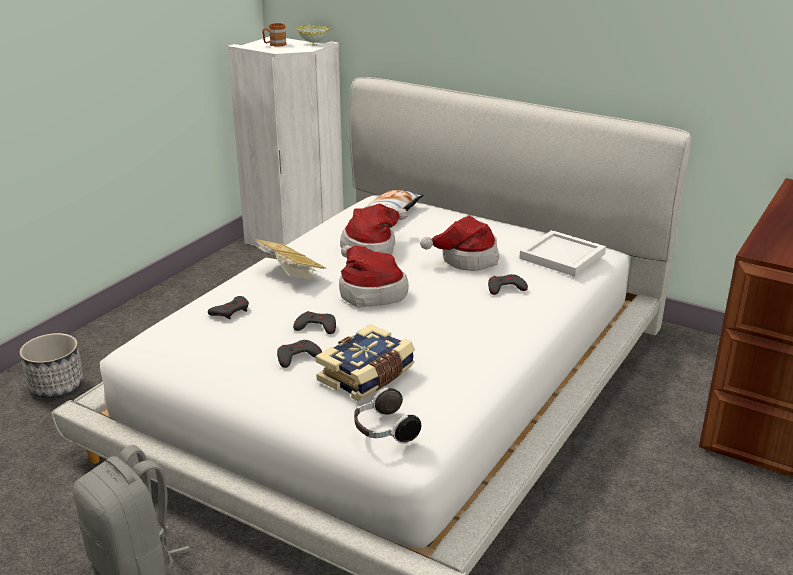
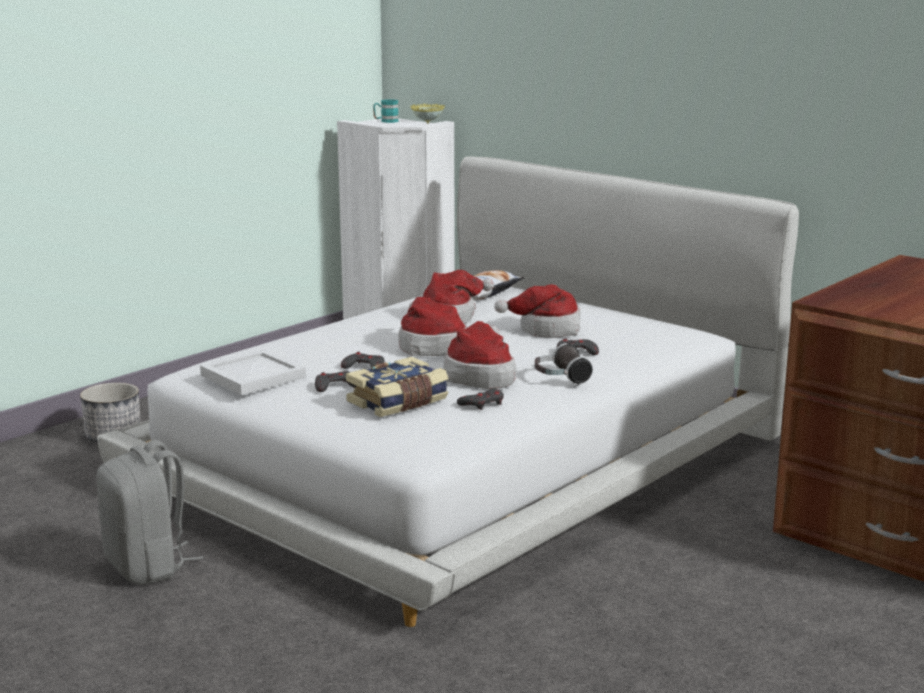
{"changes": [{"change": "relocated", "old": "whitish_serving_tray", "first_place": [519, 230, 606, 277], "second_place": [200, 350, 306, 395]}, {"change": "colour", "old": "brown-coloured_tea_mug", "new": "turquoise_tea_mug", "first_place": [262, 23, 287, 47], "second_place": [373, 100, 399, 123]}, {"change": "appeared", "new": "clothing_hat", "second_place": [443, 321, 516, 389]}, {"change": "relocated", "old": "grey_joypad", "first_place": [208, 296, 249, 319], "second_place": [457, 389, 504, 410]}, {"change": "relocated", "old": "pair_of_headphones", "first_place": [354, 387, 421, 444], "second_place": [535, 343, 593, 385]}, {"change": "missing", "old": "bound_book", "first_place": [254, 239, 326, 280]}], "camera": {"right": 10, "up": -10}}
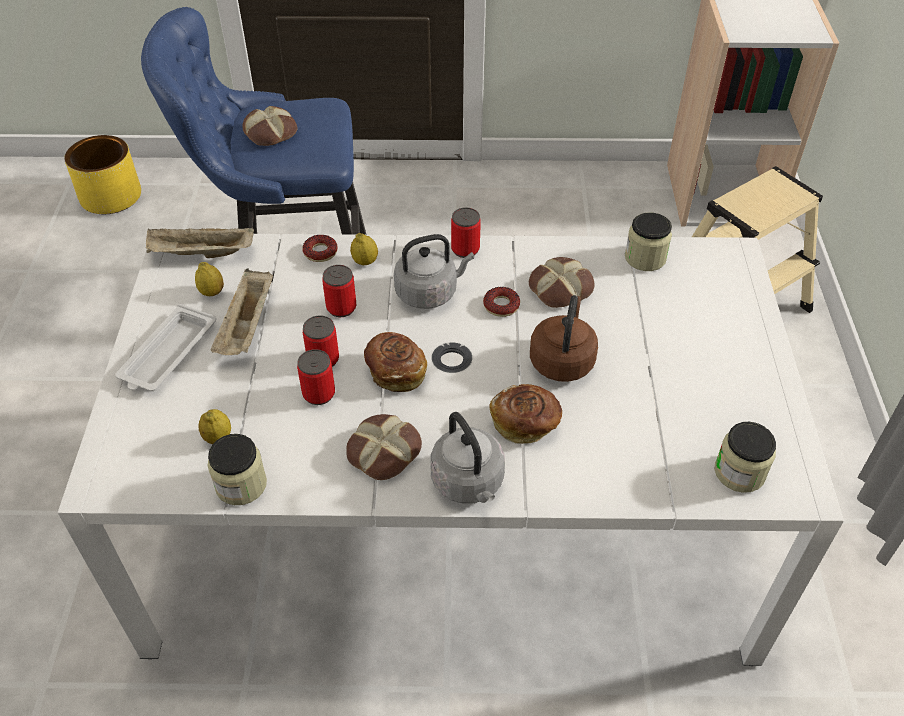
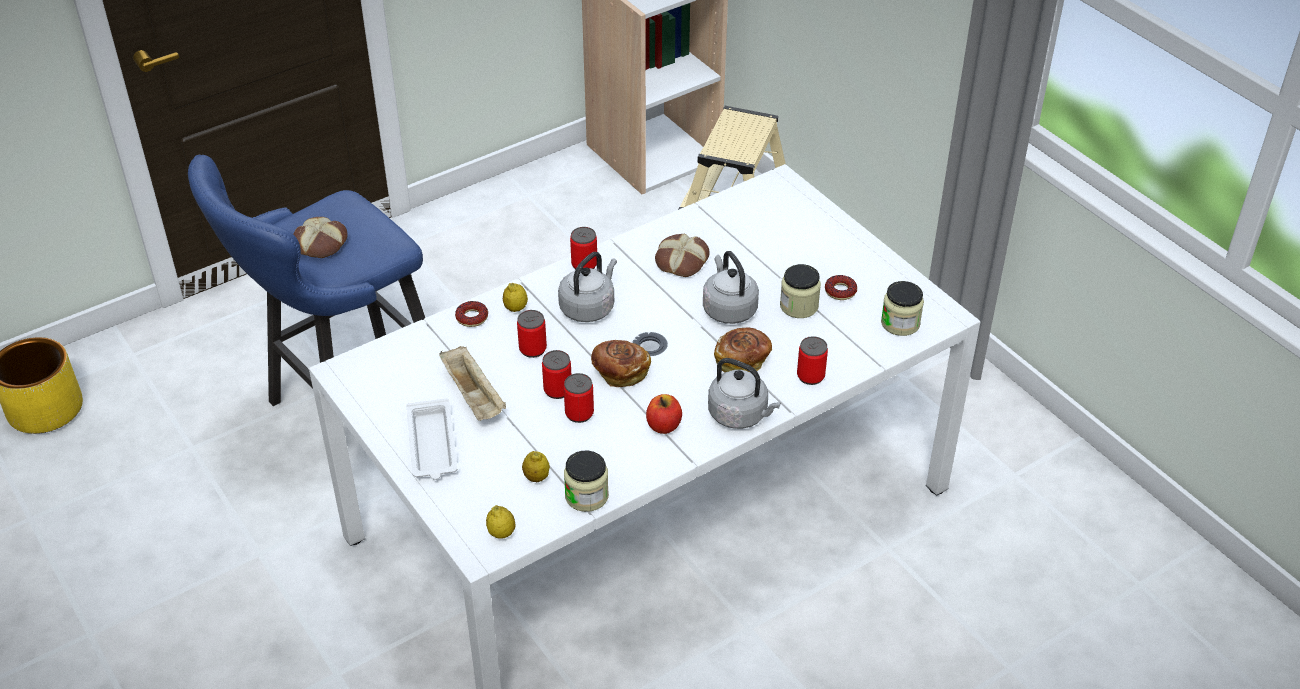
{"changes": [{"change": "relocated", "old": "whole_lemon", "first_place": [195, 262, 224, 296], "second_place": [486, 505, 516, 538]}, {"change": "exchanged", "old": "bakery_bread", "new": "apple_fruit", "first_place": [346, 414, 422, 480], "second_place": [646, 394, 682, 434]}, {"change": "colour", "old": "brown-coloured_kettle", "new": "grey_kettle", "first_place": [530, 295, 598, 382], "second_place": [703, 251, 759, 324]}, {"change": "relocated", "old": "preserve_jar", "first_place": [625, 213, 672, 271], "second_place": [780, 264, 821, 318]}, {"change": "appeared", "new": "can", "second_place": [797, 336, 828, 385]}, {"change": "relocated", "old": "donut", "first_place": [483, 287, 520, 317], "second_place": [825, 275, 857, 300]}, {"change": "missing", "old": "beige-coloured_serving_tray", "first_place": [146, 227, 254, 258]}], "camera": {"right": -35, "up": -5}}
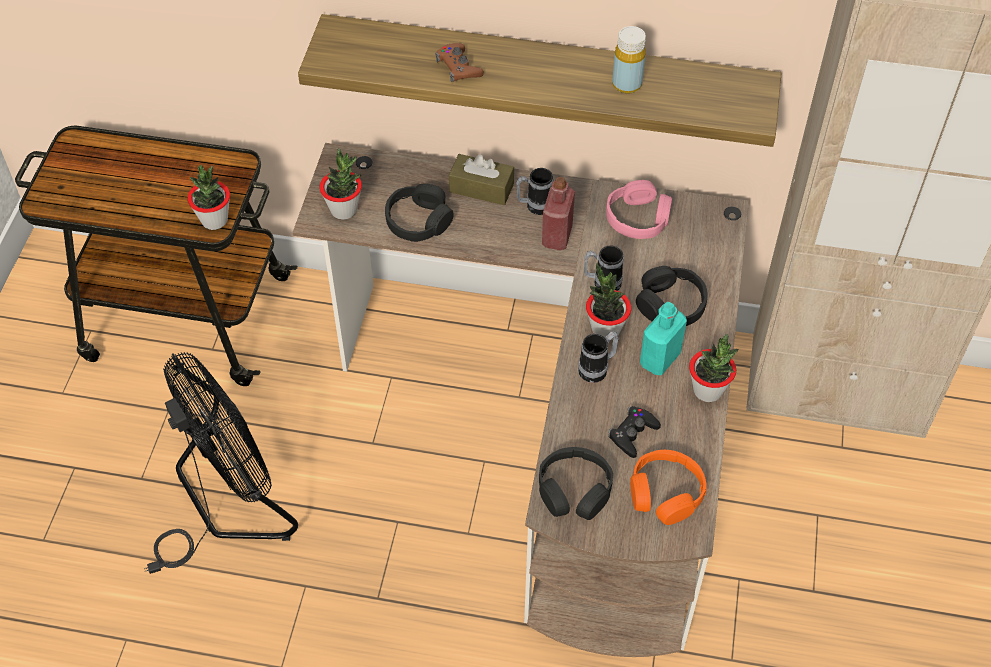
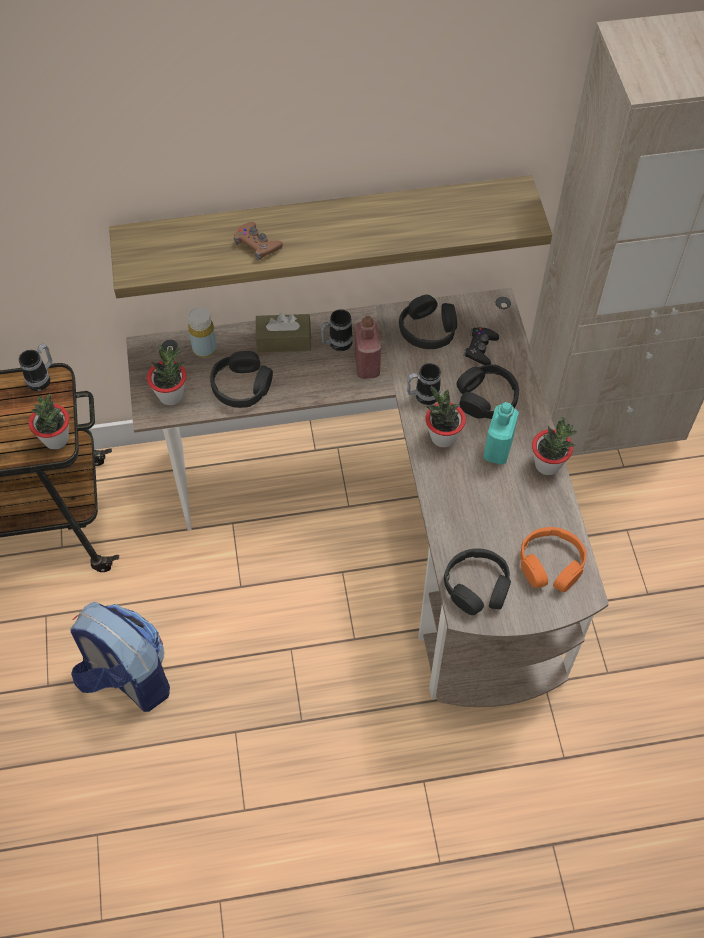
{"changes": [{"change": "relocated", "old": "tea_mug", "first_place": [578, 331, 619, 383], "second_place": [19, 344, 52, 391]}, {"change": "exchanged", "old": "black-coloured_electric_fan", "new": "knapsack", "first_place": [144, 352, 298, 574], "second_place": [70, 602, 170, 712]}, {"change": "relocated", "old": "yellow_bottle", "first_place": [612, 26, 646, 94], "second_place": [188, 307, 217, 357]}, {"change": "colour", "old": "pink_pair_of_headphones", "new": "black-coloured_pair_of_headphones", "first_place": [606, 180, 672, 239], "second_place": [399, 295, 457, 349]}, {"change": "relocated", "old": "black-coloured_joypad", "first_place": [608, 406, 661, 458], "second_place": [464, 327, 499, 365]}], "camera": {"right": -20, "up": 5}}
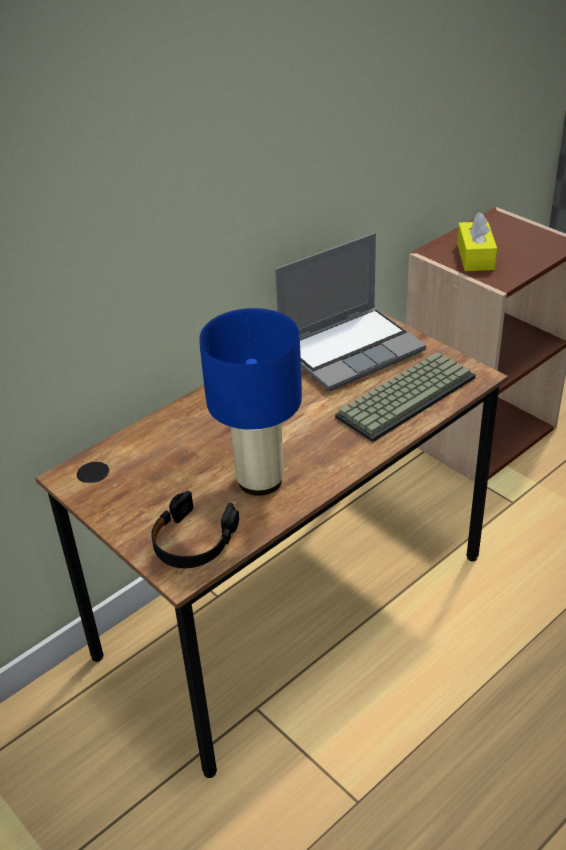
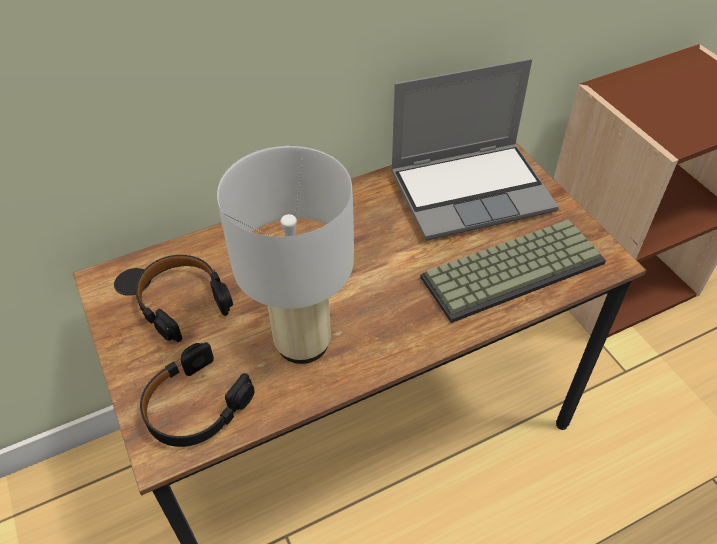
{"changes": [{"change": "appeared", "new": "black-coloured_pair_of_headphones", "second_place": [135, 255, 233, 342]}, {"change": "colour", "old": "bluish_tabletop_lamp", "new": "whitish_tabletop_lamp", "first_place": [199, 308, 302, 496], "second_place": [217, 145, 354, 364]}, {"change": "missing", "old": "yellow_tissue_holder", "first_place": [457, 212, 497, 271]}], "camera": {"right": 15, "up": 10}}
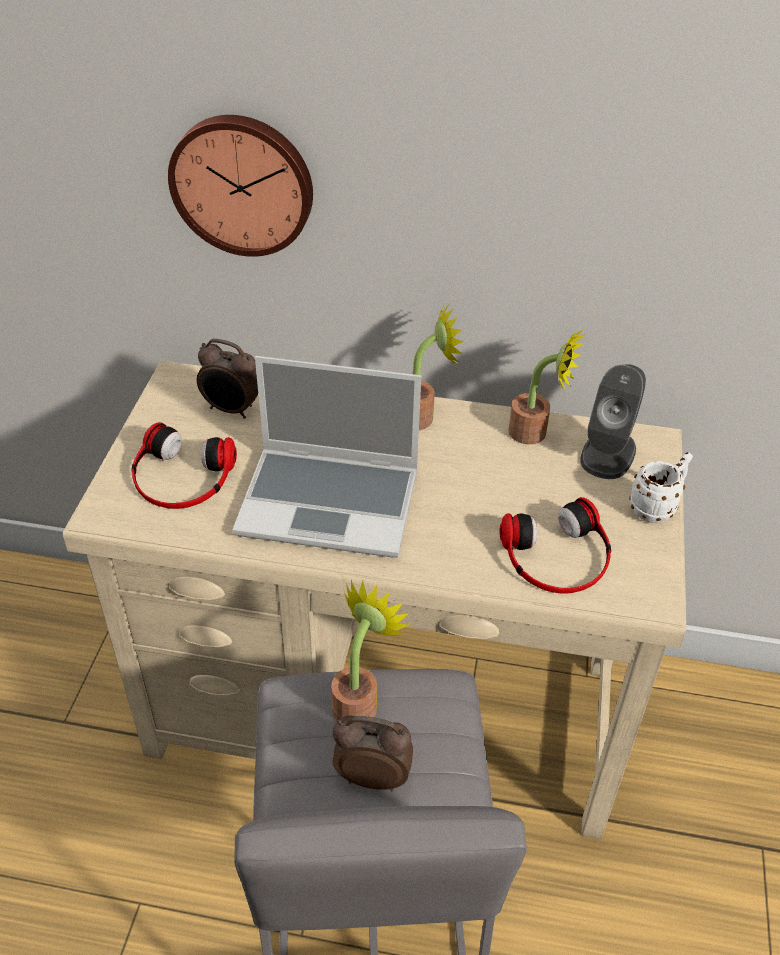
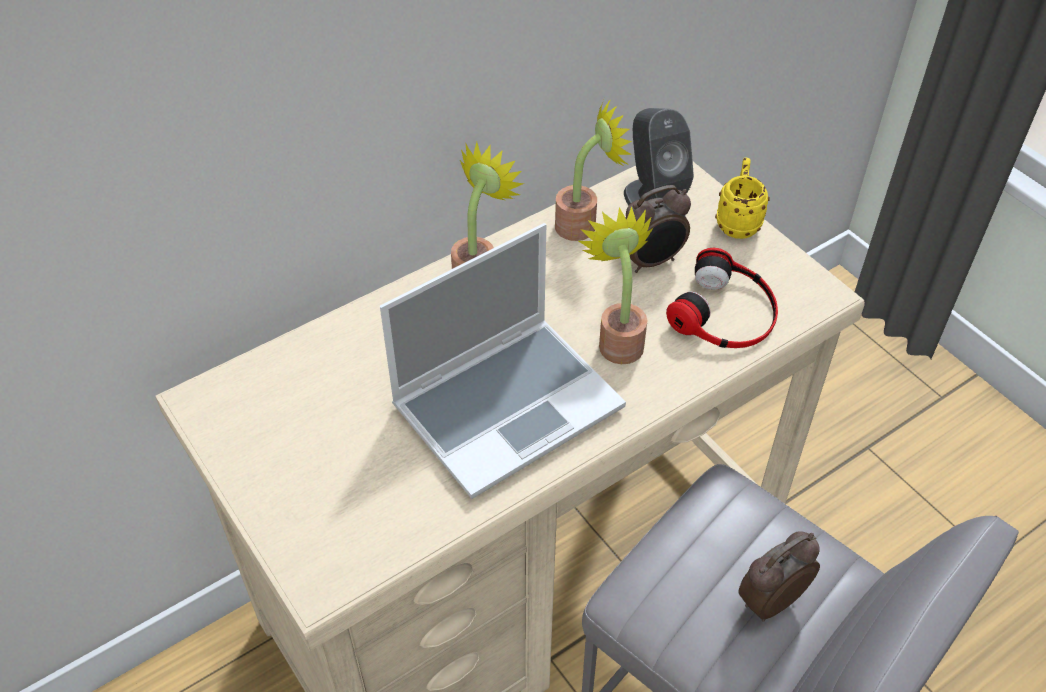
{"changes": [{"change": "relocated", "old": "potted_plant", "first_place": [331, 580, 409, 721], "second_place": [577, 206, 654, 364]}, {"change": "relocated", "old": "bedside_clock", "first_place": [197, 339, 258, 419], "second_place": [625, 185, 691, 273]}, {"change": "colour", "old": "whitish_tea_mug", "new": "yellow_tea_mug", "first_place": [629, 452, 693, 523], "second_place": [715, 157, 769, 239]}, {"change": "missing", "old": "pair_of_headphones", "first_place": [131, 422, 237, 509]}, {"change": "missing", "old": "hanging_clock", "first_place": [168, 115, 313, 257]}], "camera": {"right": -45, "up": 5}}
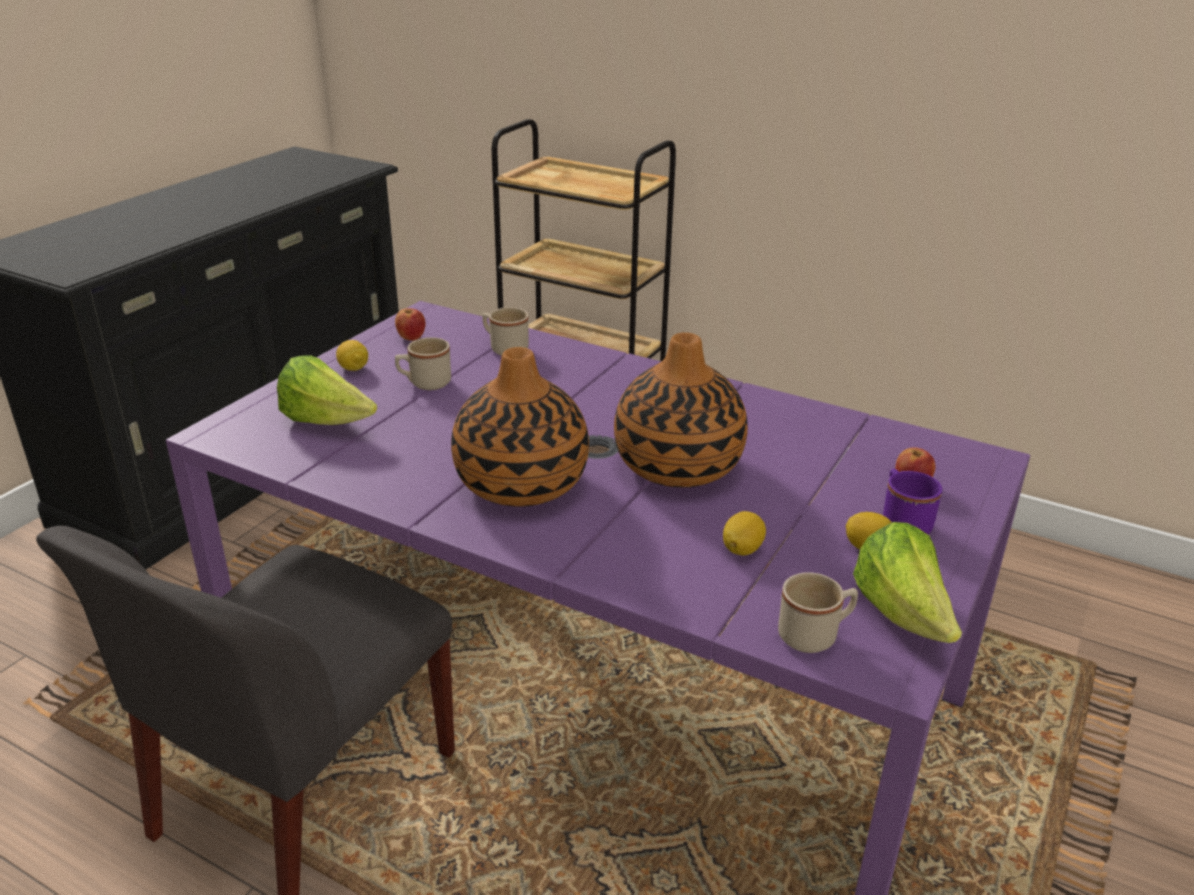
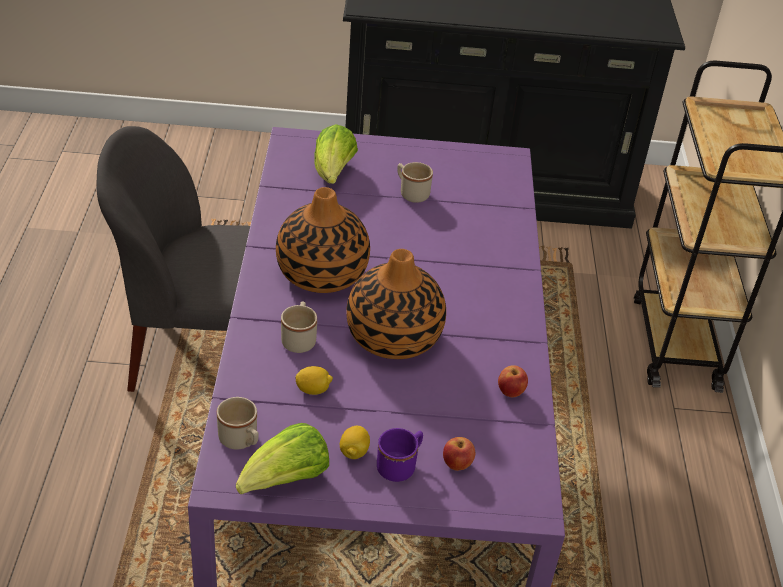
{"changes": [{"change": "relocated", "old": "beige-coloured_tea_mug", "first_place": [482, 307, 529, 356], "second_place": [281, 301, 317, 353]}, {"change": "relocated", "old": "apple_fruit", "first_place": [395, 308, 425, 341], "second_place": [498, 365, 528, 397]}, {"change": "missing", "old": "whole_lemon", "first_place": [336, 340, 368, 371]}], "camera": {"right": 60, "up": 10}}
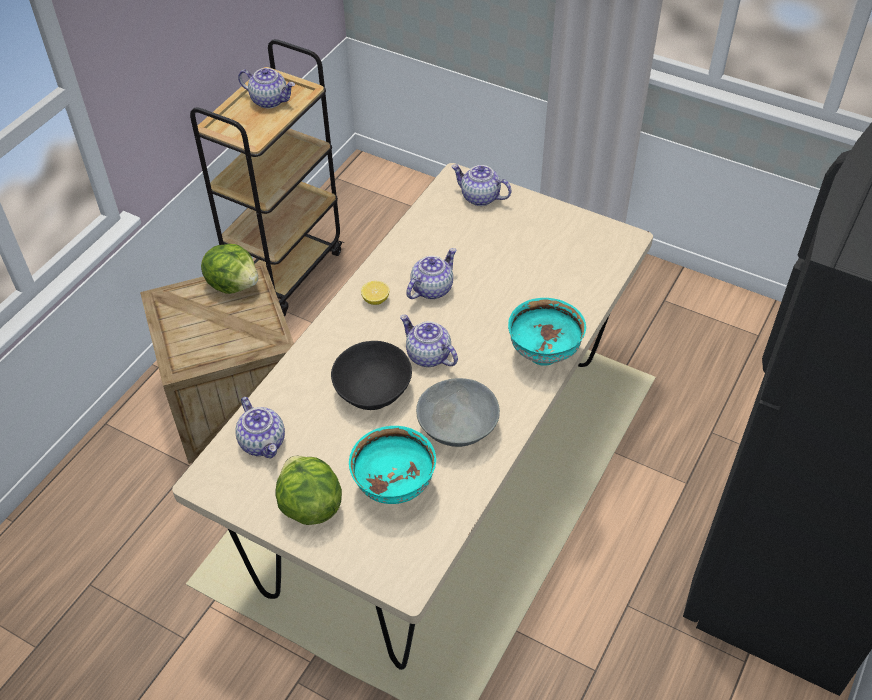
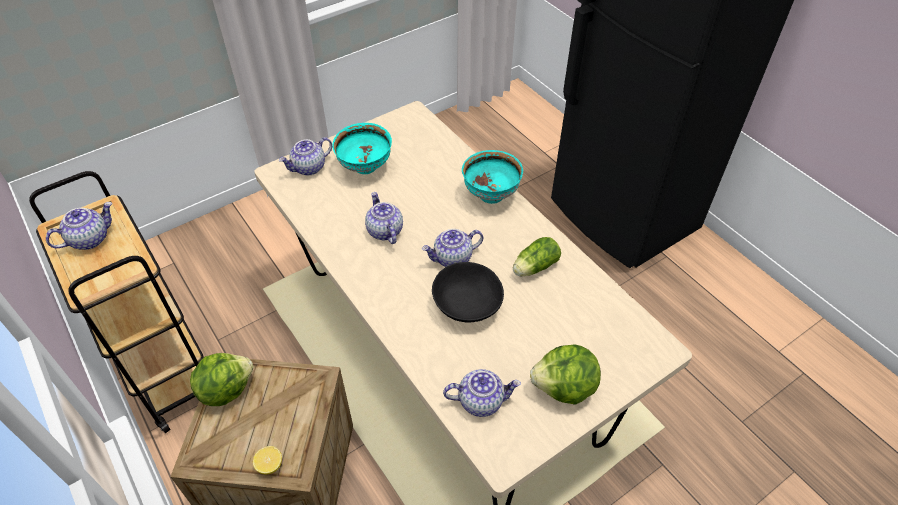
{"changes": [{"change": "relocated", "old": "whole_lemon", "first_place": [361, 281, 389, 305], "second_place": [253, 446, 282, 474]}, {"change": "relocated", "old": "turquoise_deep_dish", "first_place": [349, 426, 436, 504], "second_place": [332, 123, 392, 174]}, {"change": "exchanged", "old": "grey_deep_dish", "new": "head_of_lettuce", "first_place": [416, 378, 500, 447], "second_place": [513, 237, 561, 277]}], "camera": {"right": -65, "up": 0}}
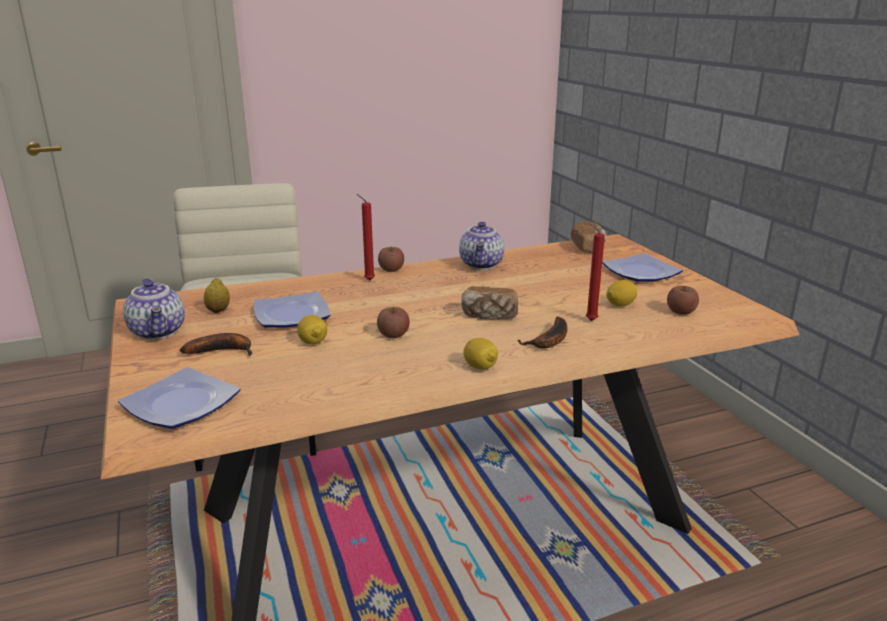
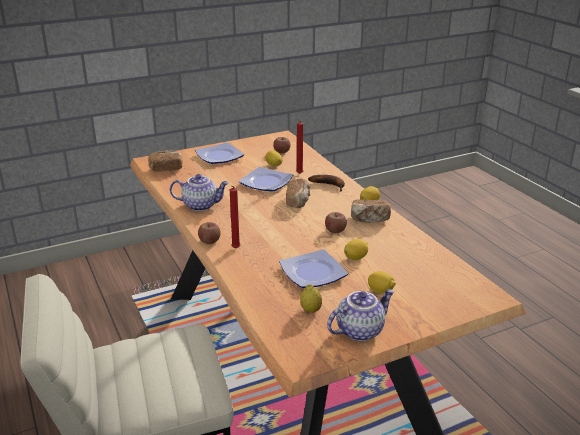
{"changes": [{"change": "relocated", "old": "plate", "first_place": [118, 367, 240, 429], "second_place": [239, 167, 293, 192]}, {"change": "appeared", "new": "bakery_bread", "second_place": [351, 199, 391, 222]}, {"change": "exchanged", "old": "banana", "new": "whole_lemon", "first_place": [180, 333, 252, 357], "second_place": [368, 271, 396, 294]}], "camera": {"right": -95, "up": 5}}
